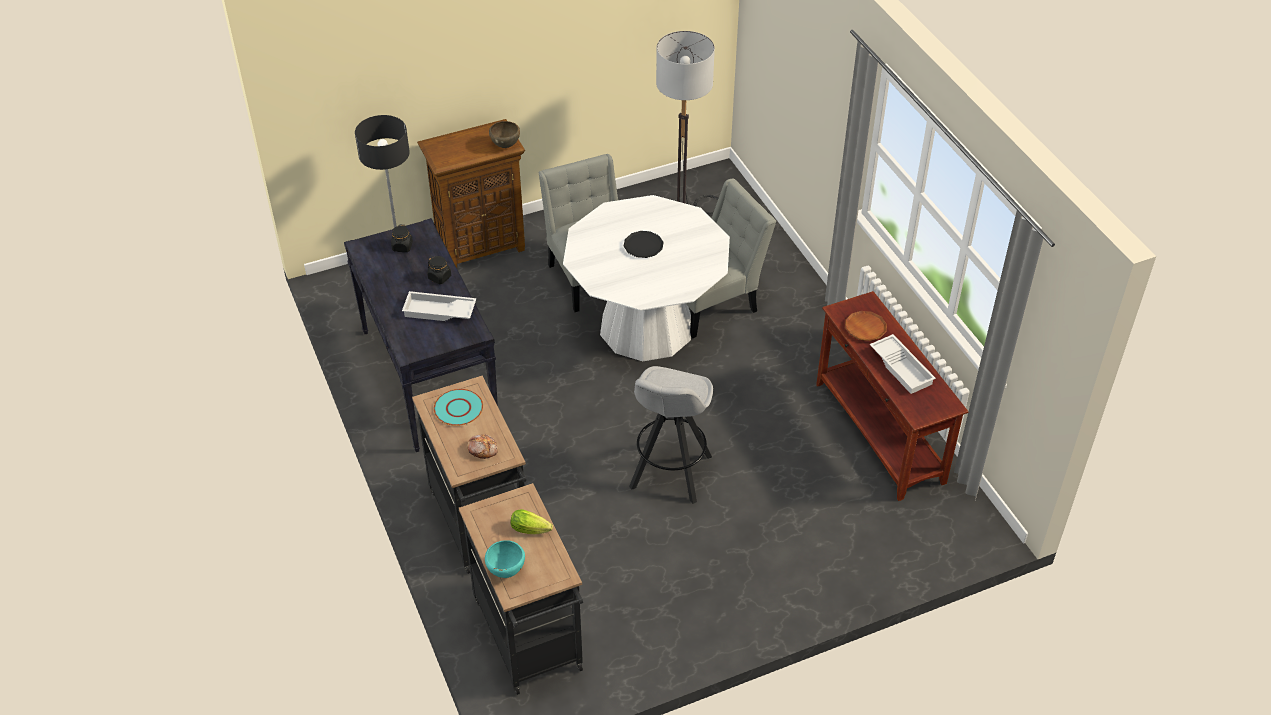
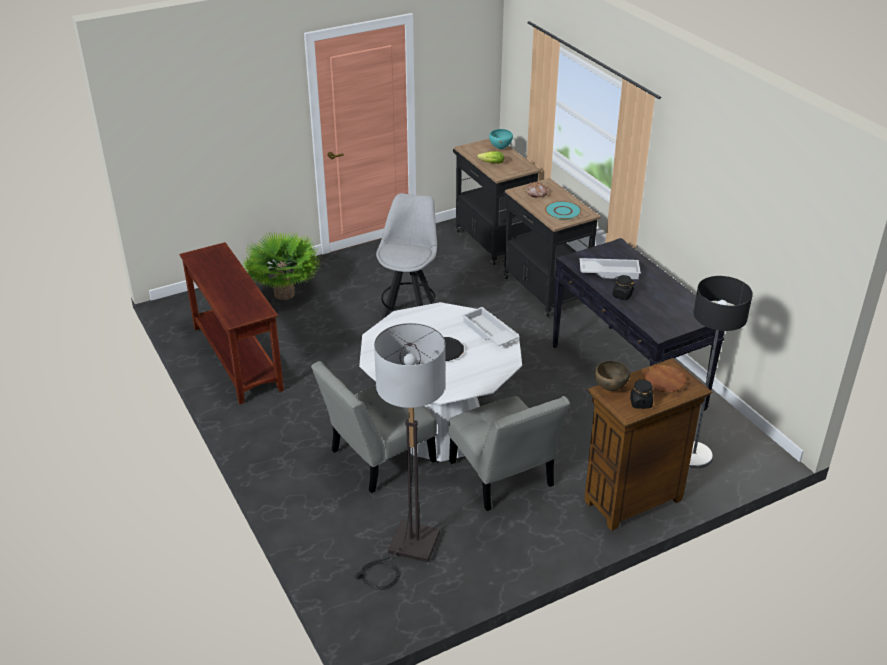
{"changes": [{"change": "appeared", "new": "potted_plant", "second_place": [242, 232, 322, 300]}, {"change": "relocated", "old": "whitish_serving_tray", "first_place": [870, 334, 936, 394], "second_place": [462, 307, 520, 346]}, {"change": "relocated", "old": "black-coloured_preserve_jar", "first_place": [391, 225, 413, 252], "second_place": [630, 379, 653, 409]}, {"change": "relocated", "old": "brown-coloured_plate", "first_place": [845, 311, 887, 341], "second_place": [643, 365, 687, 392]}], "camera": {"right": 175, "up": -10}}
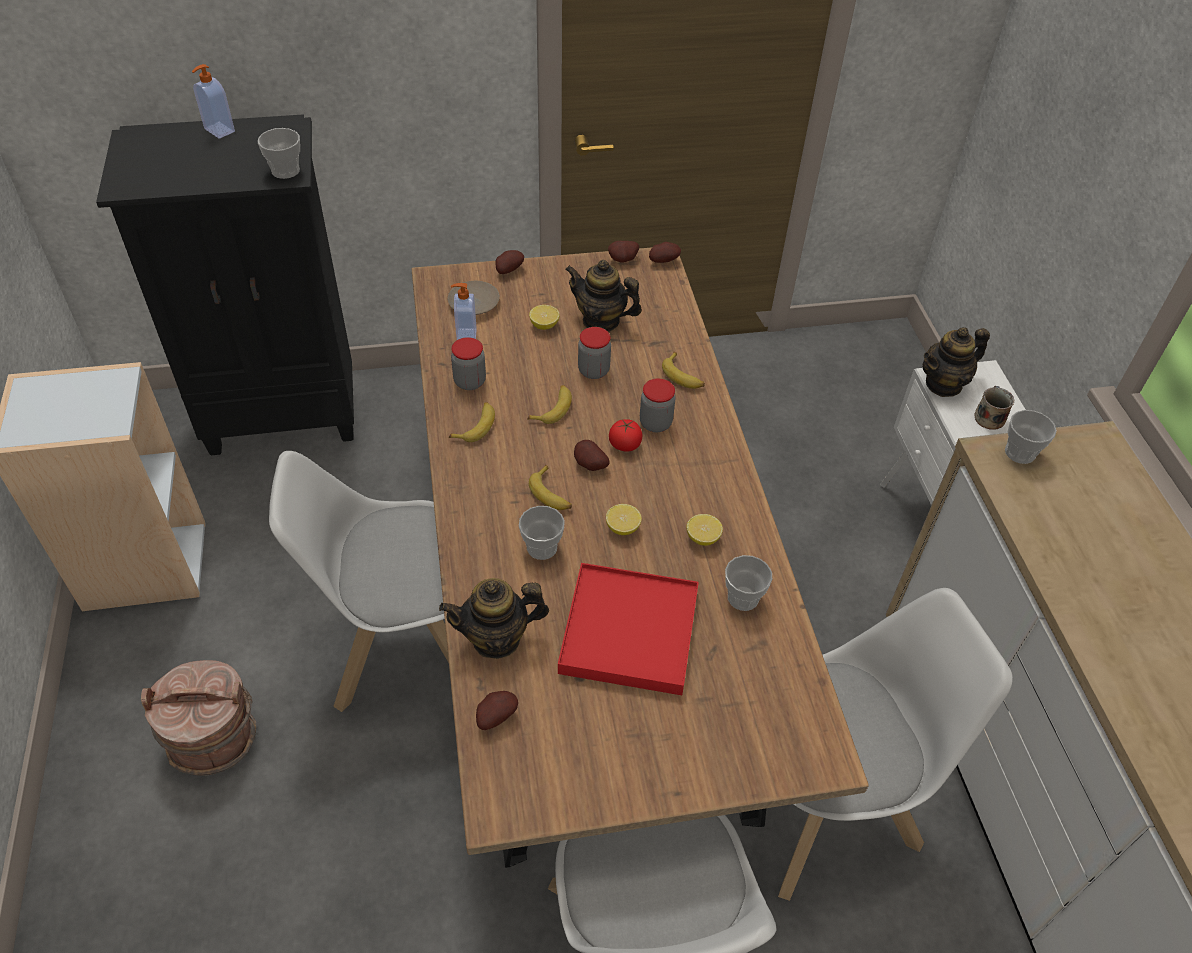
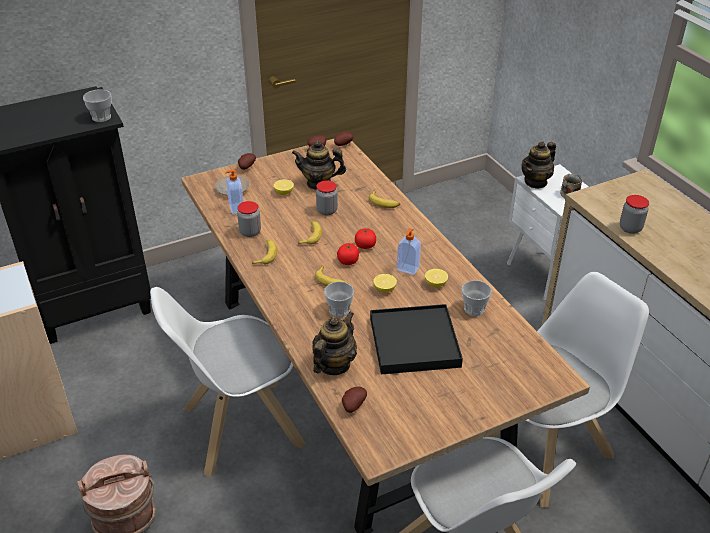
{"changes": [{"change": "spun", "old": "pot_for_tea", "first_place": [439, 578, 549, 659], "second_place": [312, 311, 357, 375], "degrees": 150}, {"change": "exchanged", "old": "whole_potato", "new": "tomato", "first_place": [574, 440, 610, 471], "second_place": [337, 243, 359, 265]}, {"change": "colour", "old": "reddish_serving_tray", "new": "black-coloured_serving_tray", "first_place": [558, 563, 699, 695], "second_place": [370, 304, 463, 374]}, {"change": "relocated", "old": "liquid_soap_bottle", "first_place": [192, 64, 235, 139], "second_place": [397, 228, 421, 275]}, {"change": "relocated", "old": "preserve_jar", "first_place": [640, 379, 676, 432], "second_place": [620, 195, 649, 234]}, {"change": "missing", "old": "small_cup", "first_place": [1005, 410, 1057, 464]}], "camera": {"right": -15, "up": -10}}
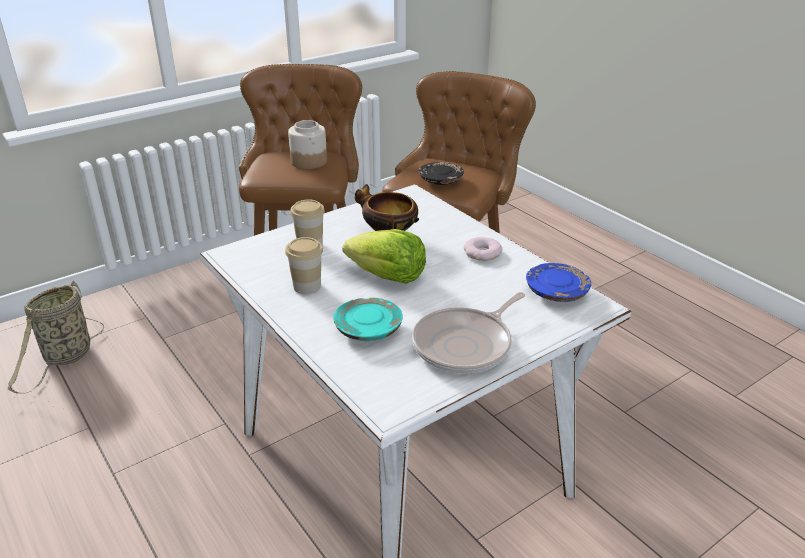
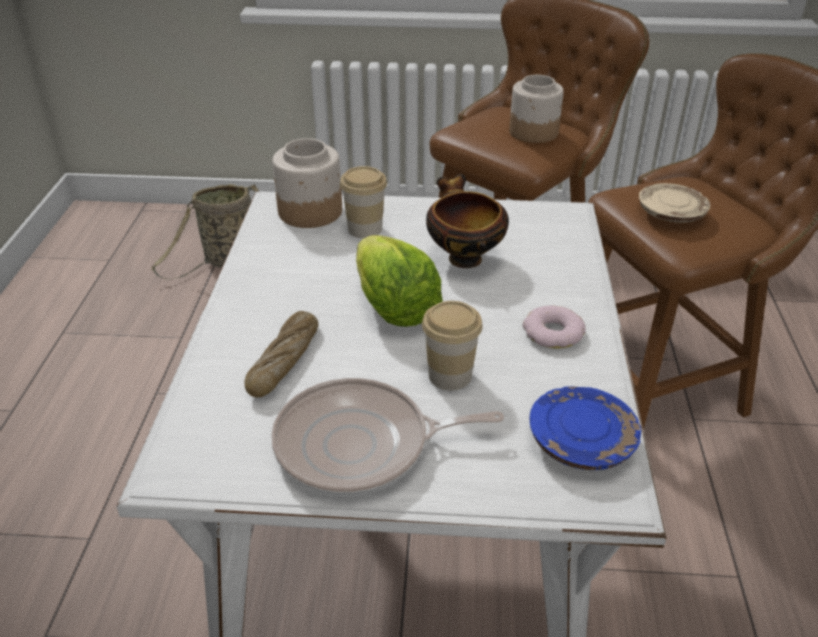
{"changes": [{"change": "exchanged", "old": "turquoise_plate", "new": "bakery_bread", "first_place": [333, 297, 403, 341], "second_place": [244, 311, 319, 398]}, {"change": "appeared", "new": "preserve_jar", "second_place": [272, 138, 342, 228]}, {"change": "relocated", "old": "small_cup", "first_place": [285, 237, 323, 294], "second_place": [422, 301, 483, 390]}, {"change": "colour", "old": "black-coloured_plate", "new": "beige-coloured_plate", "first_place": [419, 162, 464, 185], "second_place": [639, 183, 710, 223]}], "camera": {"right": 40, "up": 5}}
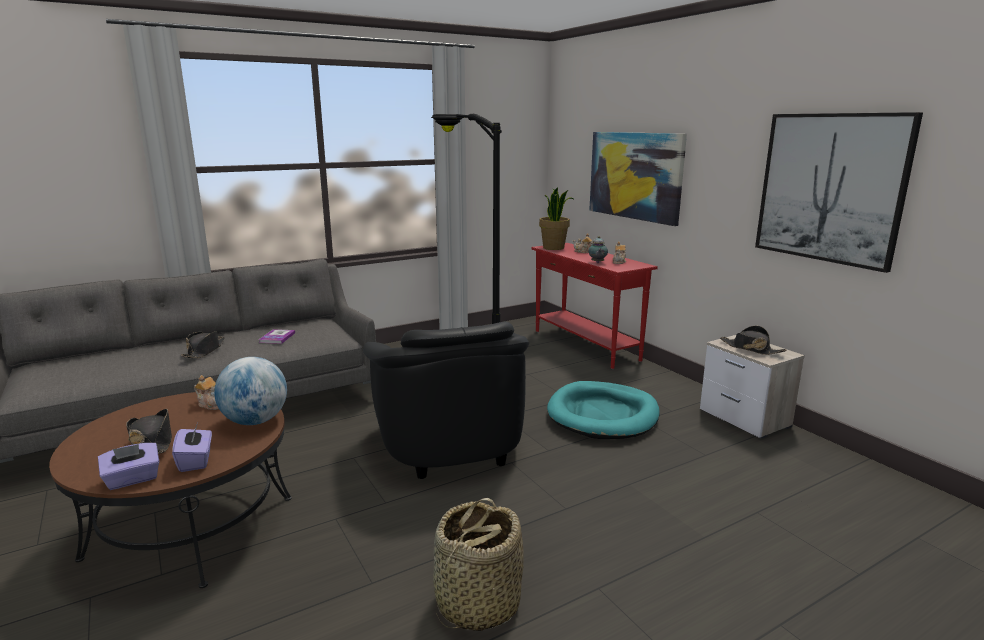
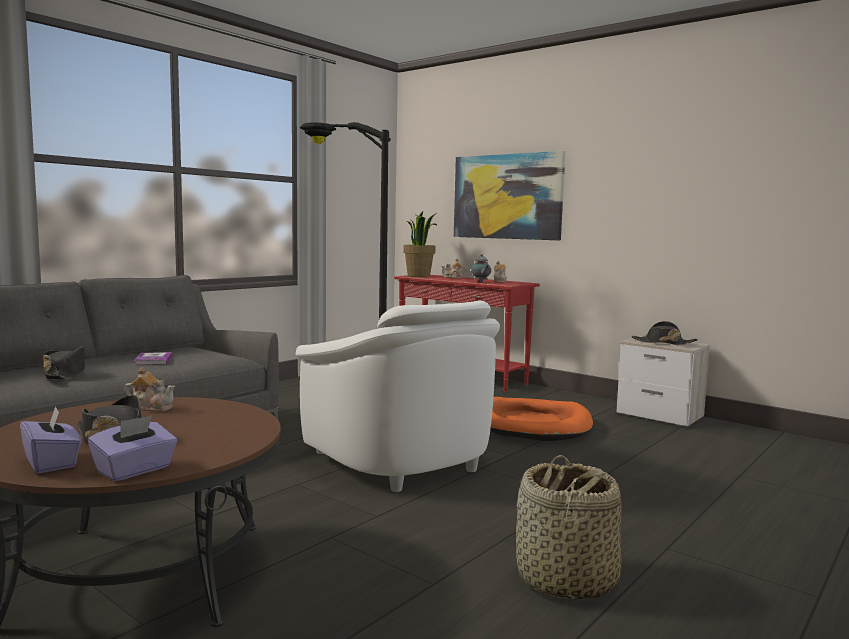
{"changes": [{"change": "relocated", "old": "purple_tissue_holder", "first_place": [172, 423, 212, 472], "second_place": [20, 406, 81, 474]}, {"change": "colour", "old": "black-coloured_lounge_chair", "new": "whitish_lounge_chair", "first_place": [363, 321, 529, 479], "second_place": [296, 301, 500, 492]}, {"change": "colour", "old": "turquoise_pet_bed", "new": "orange_pet_bed", "first_place": [547, 381, 660, 439], "second_place": [490, 397, 593, 441]}, {"change": "missing", "old": "globe", "first_place": [214, 357, 287, 425]}, {"change": "missing", "old": "picture", "first_place": [755, 112, 923, 273]}], "camera": {"right": -20, "up": -10}}
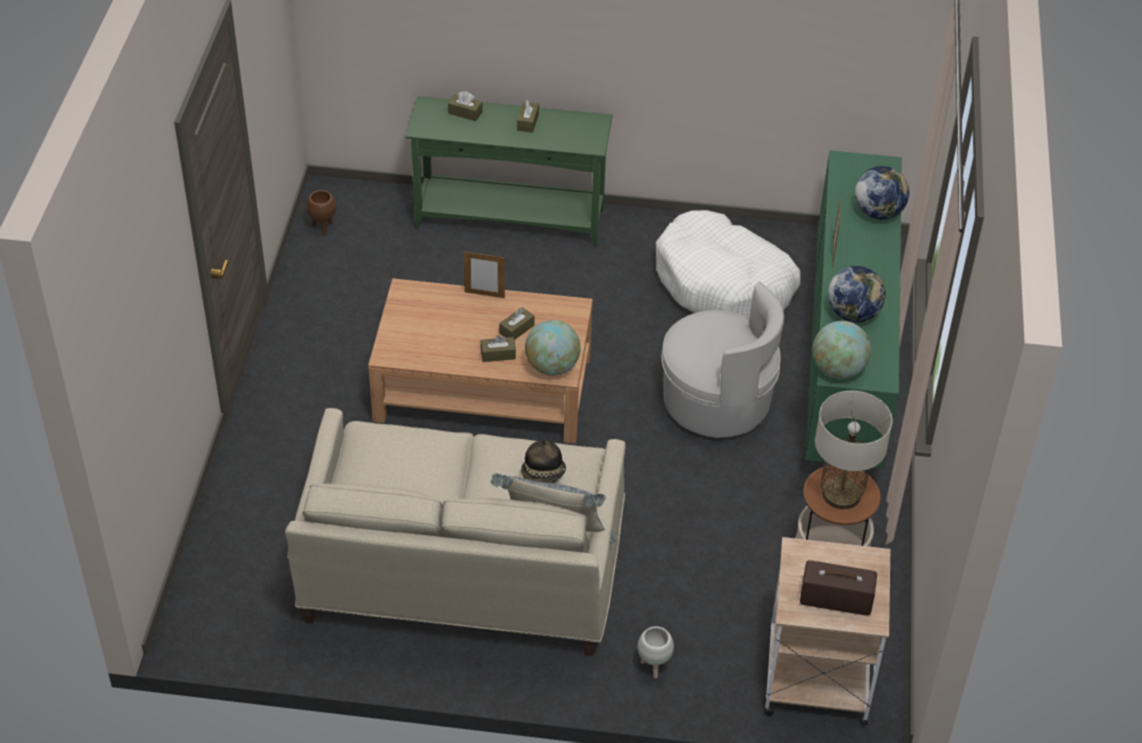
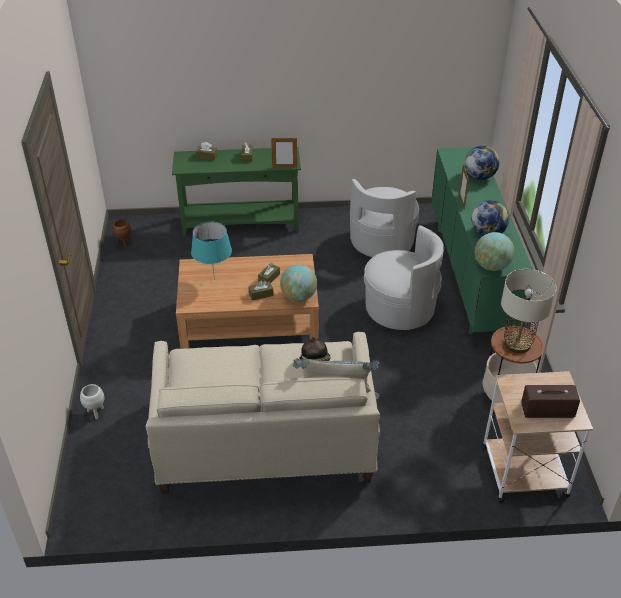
{"changes": [{"change": "relocated", "old": "whitish_flower_pot", "first_place": [638, 626, 674, 679], "second_place": [80, 384, 104, 419]}, {"change": "appeared", "new": "turquoise_tabletop_lamp", "second_place": [191, 222, 232, 280]}, {"change": "relocated", "old": "picture_frame", "first_place": [463, 251, 505, 298], "second_place": [271, 138, 297, 168]}, {"change": "exchanged", "old": "whitish_pet_bed", "new": "whitish_lounge_chair", "first_place": [656, 210, 801, 318], "second_place": [350, 179, 419, 258]}], "camera": {"right": -10, "up": -5}}
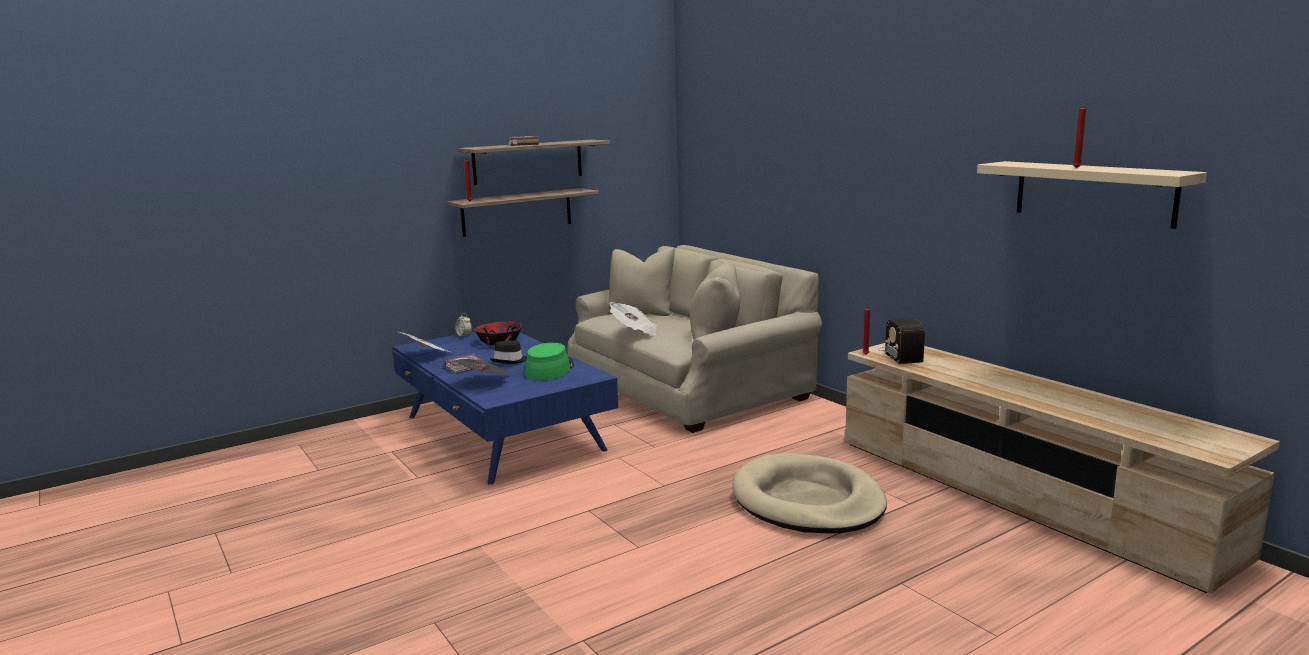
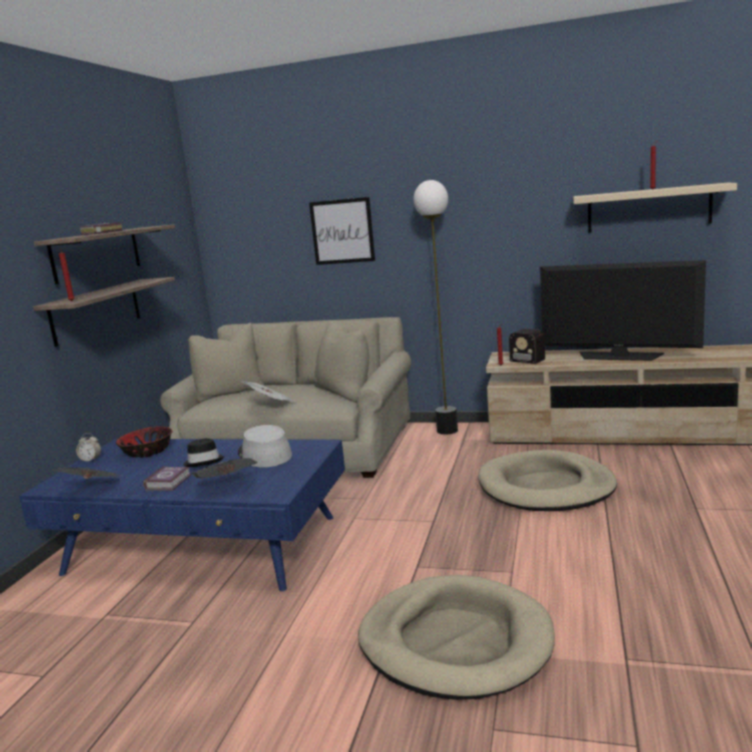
{"changes": [{"change": "colour", "old": "greenish_clothing_hat", "new": "grey_clothing_hat", "first_place": [525, 343, 574, 380], "second_place": [238, 425, 292, 467]}, {"change": "appeared", "new": "picture", "second_place": [309, 197, 375, 265]}, {"change": "appeared", "new": "beige-coloured_pet_bed", "second_place": [358, 575, 555, 700]}, {"change": "appeared", "new": "standing_lamp", "second_place": [414, 180, 458, 435]}, {"change": "appeared", "new": "TV_set", "second_place": [540, 260, 706, 361]}], "camera": {"right": -40, "up": 0}}
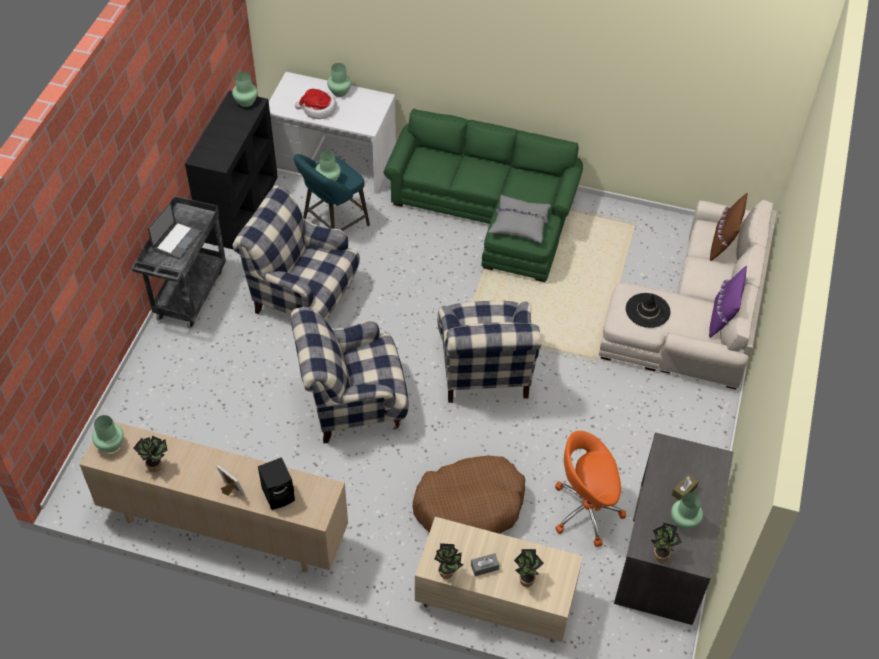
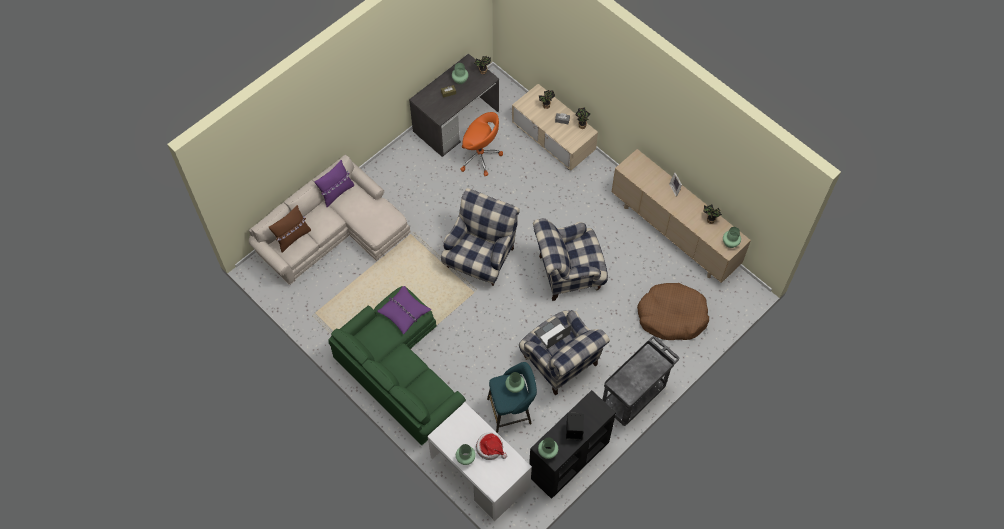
{"changes": [{"change": "colour", "old": "grey_pillow", "new": "purple_pillow", "first_place": [488, 195, 551, 243], "second_place": [377, 286, 431, 334]}, {"change": "spun", "old": "lounge_chair", "first_place": [291, 307, 409, 444], "second_place": [533, 218, 608, 301], "degrees": 150}, {"change": "relocated", "old": "notebook_computer", "first_place": [147, 201, 202, 260], "second_place": [534, 317, 571, 349]}, {"change": "relocated", "old": "black-coloured_speaker", "first_place": [258, 457, 295, 510], "second_place": [566, 413, 584, 440]}, {"change": "relocated", "old": "brown-coloured_pet_bed", "first_place": [412, 456, 525, 534], "second_place": [637, 283, 709, 340]}, {"change": "missing", "old": "black-coloured_clothing_hat", "first_place": [626, 293, 670, 328]}], "camera": {"right": -150, "up": 10}}
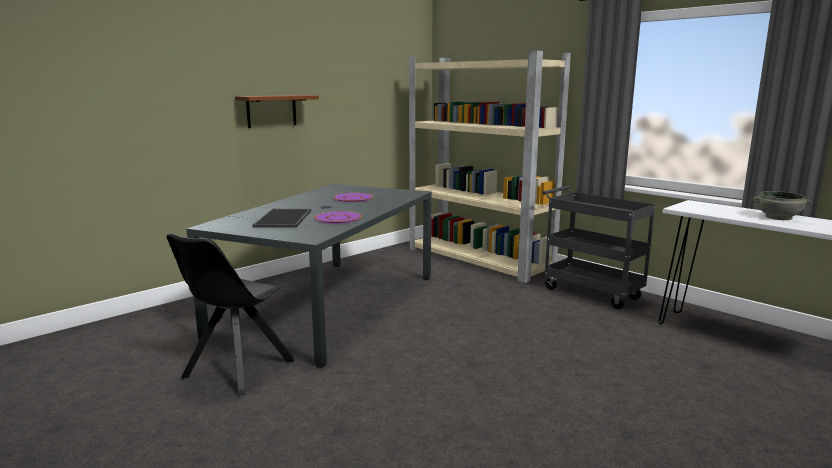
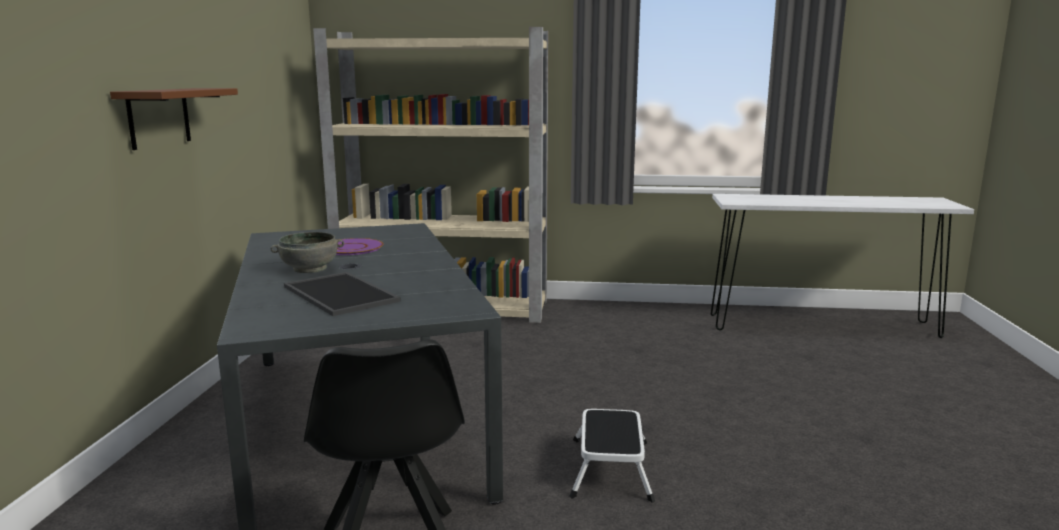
{"changes": [{"change": "relocated", "old": "grey_deep_dish", "first_place": [752, 191, 811, 220], "second_place": [271, 232, 344, 273]}, {"change": "appeared", "new": "black-coloured_stepladder", "second_place": [569, 409, 655, 503]}, {"change": "missing", "old": "purple_plate", "first_place": [314, 211, 362, 224]}, {"change": "missing", "old": "grey_wheeled_cart", "first_place": [542, 185, 655, 309]}], "camera": {"right": -40, "up": 0}}
